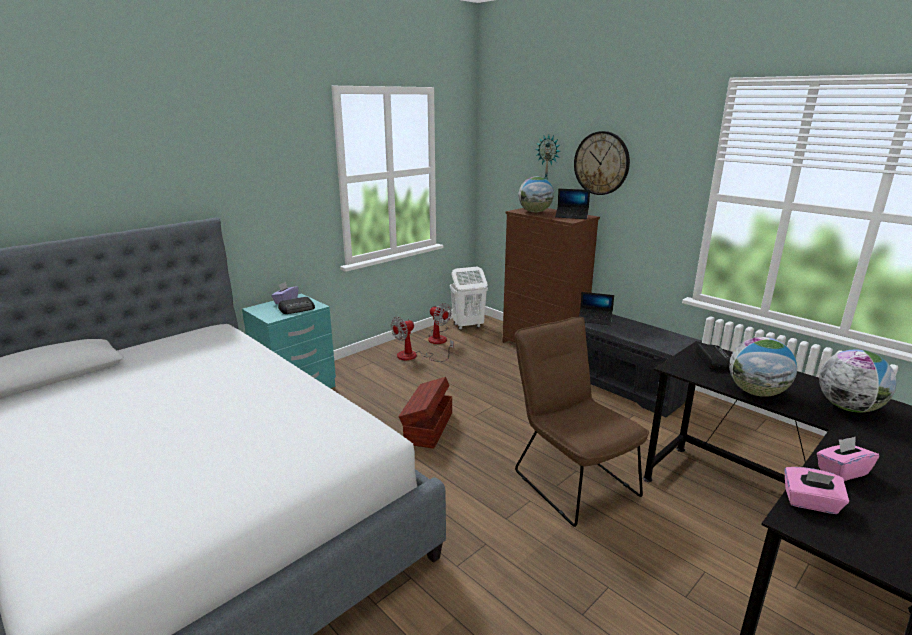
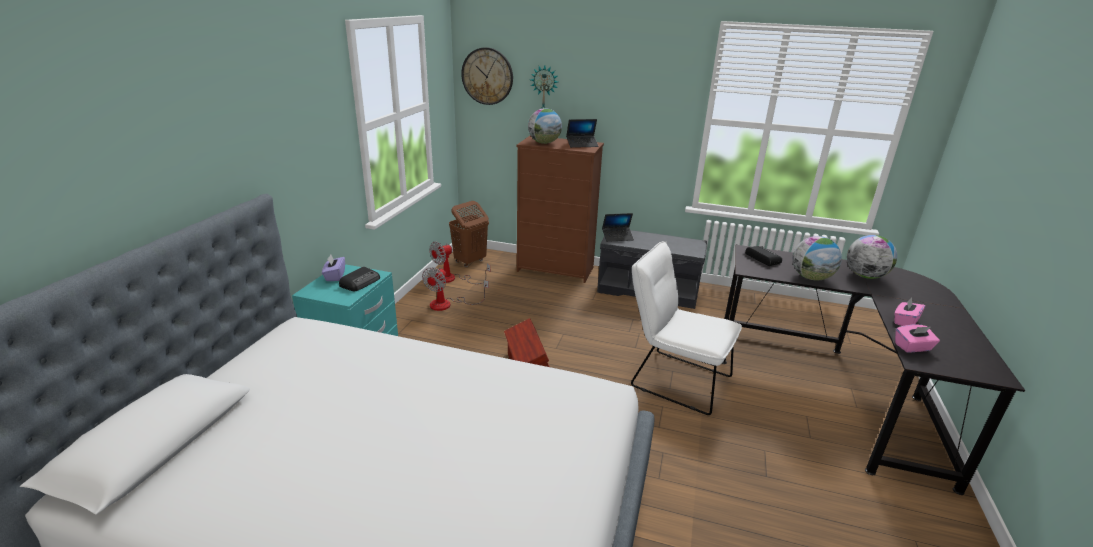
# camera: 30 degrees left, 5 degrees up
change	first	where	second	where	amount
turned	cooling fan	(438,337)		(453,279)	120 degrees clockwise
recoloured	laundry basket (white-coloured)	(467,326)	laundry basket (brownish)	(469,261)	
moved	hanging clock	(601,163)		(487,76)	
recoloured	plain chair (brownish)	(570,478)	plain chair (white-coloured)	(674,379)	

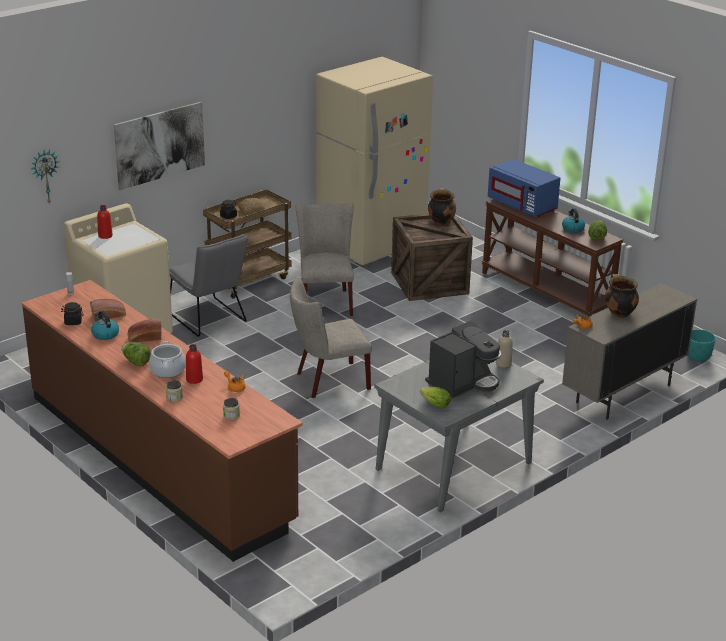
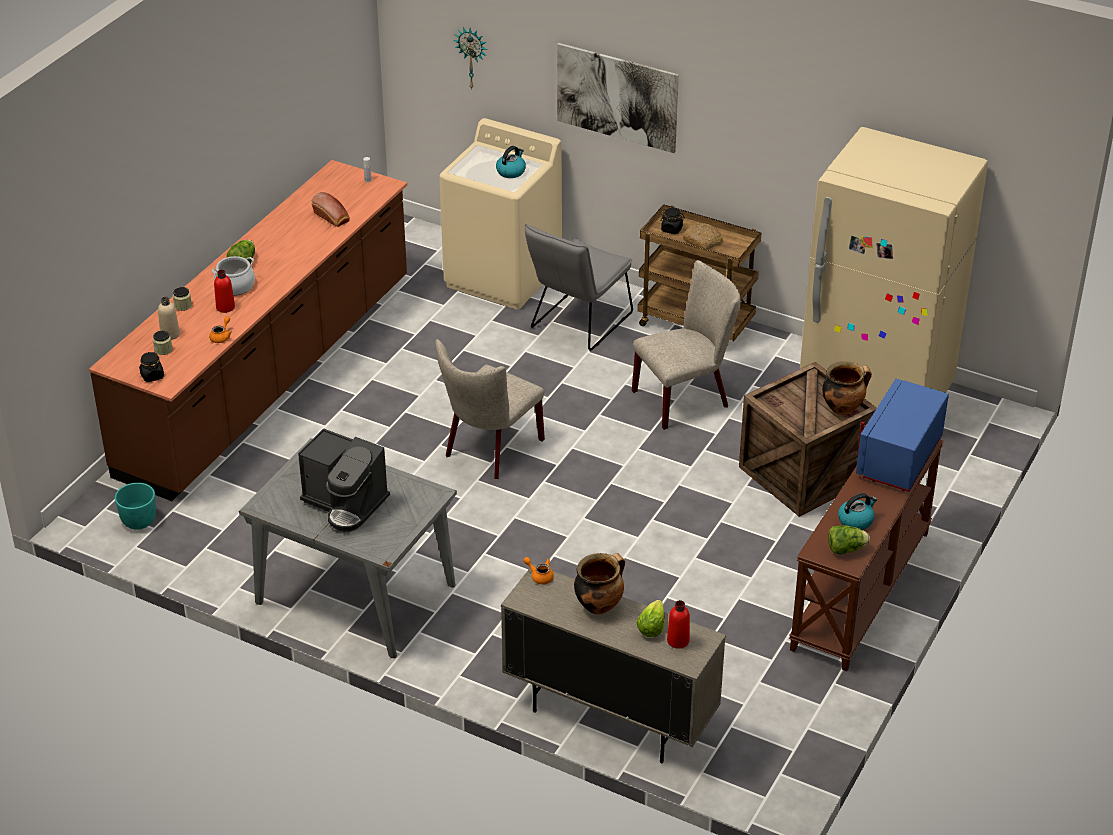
# camera: 70 degrees right, 10 degrees up
change	first	where	second	where	amount
moved	flower pot (turquoise)	(697,358)		(139,521)	
moved	storage jar (black)	(73,322)		(152,376)	
moved	bottle (beige-coloured)	(503,363)		(170,334)	
turned	plain chair (beige-coloured)	(328,381)		(489,450)	105 degrees counterclockwise
moved	tea kettle	(105,334)		(511,171)	
moved	lettuce head	(435,405)		(651,628)	
moved	bottle (red-coloured)	(105,236)		(678,641)	
removed	bread	(144,338)			

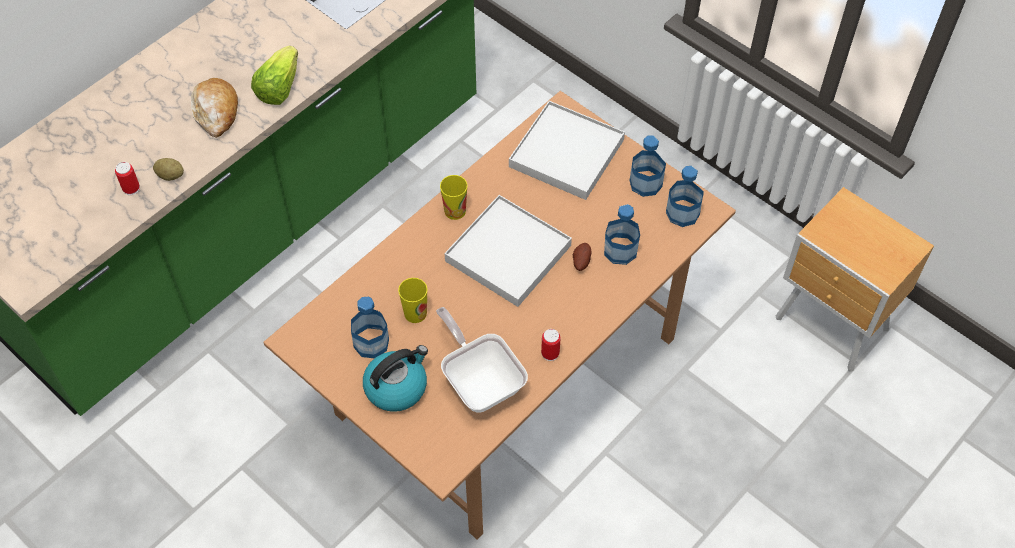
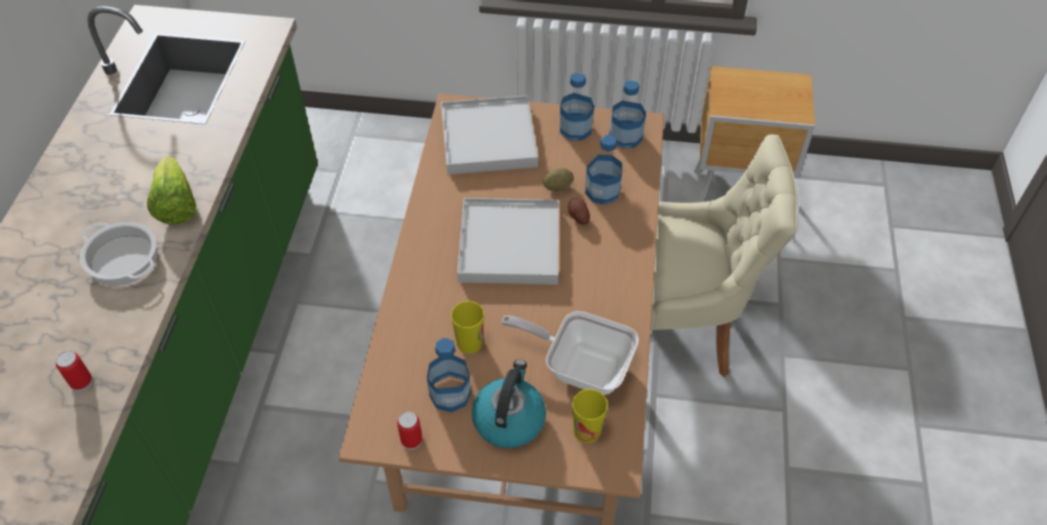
# camera: 35 degrees left, 5 degrees down
change	first	where	second	where	amount
replaced	bread	(216,112)	stockpot	(124,259)	
moved	sealed can	(550,353)		(411,440)	
moved	spud	(170,175)		(558,187)	
moved	small cup	(455,211)		(587,431)	
added			plain chair (beige-coloured)	(675,327)	

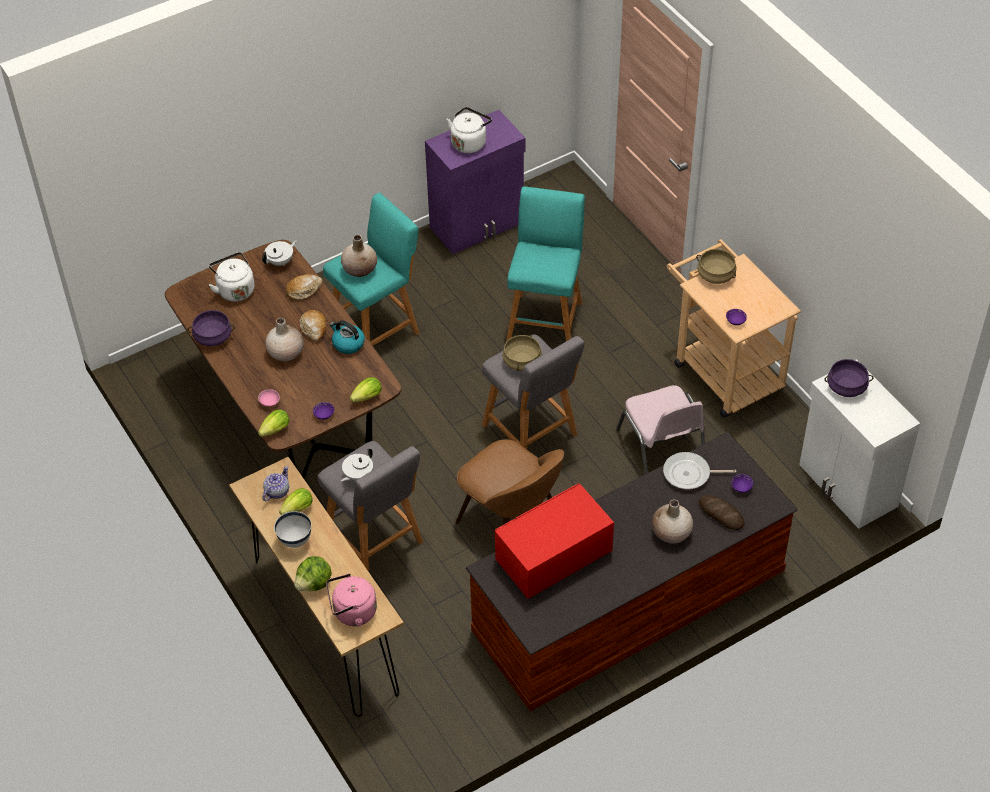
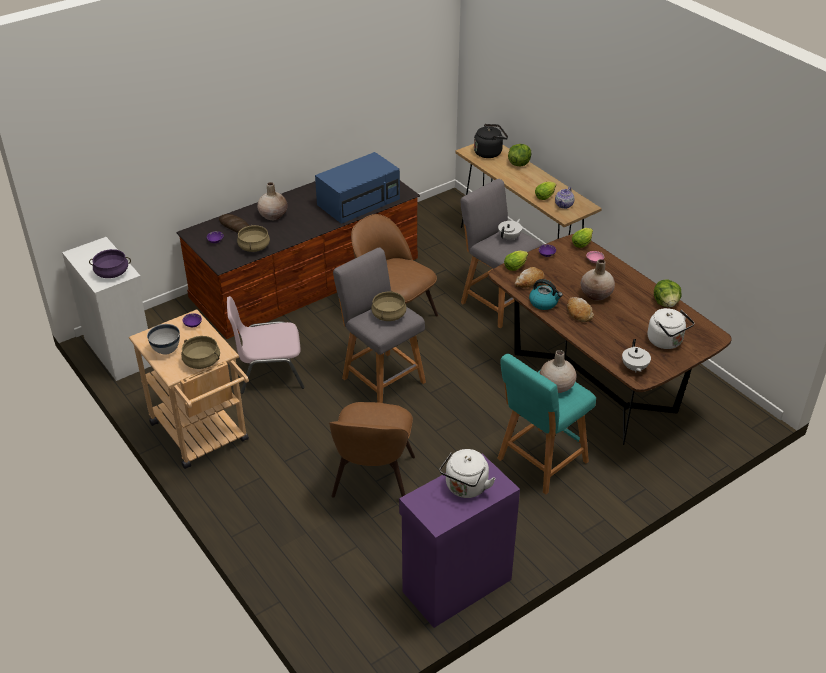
# camera: 175 degrees right, 10 degrees down
change	first	where	second	where	amount
moved	deep dish (white-coloured)	(295,541)		(166,350)	
turned	plain chair (pink)	(662,447)		(269,372)	75 degrees counterclockwise
replaced	skillet	(689,474)	stockpot (beige-coloured)	(254,247)	
recoloured	kitchen microwave (red-coloured)	(552,555)	kitchen microwave (blue-coloured)	(359,201)	
replaced	stool seat (turquoise)	(545,317)	plain chair (brownish)	(373,479)	
recoloured	tea kettle (pink)	(352,612)	tea kettle (black)	(489,152)	
moved	bread	(304,290)		(529,282)	
turned	tea pot (white-coloured)	(280,261)		(634,368)	45 degrees counterclockwise
replaced	stockpot (purplish)	(213,337)	lettuce head	(666,303)	

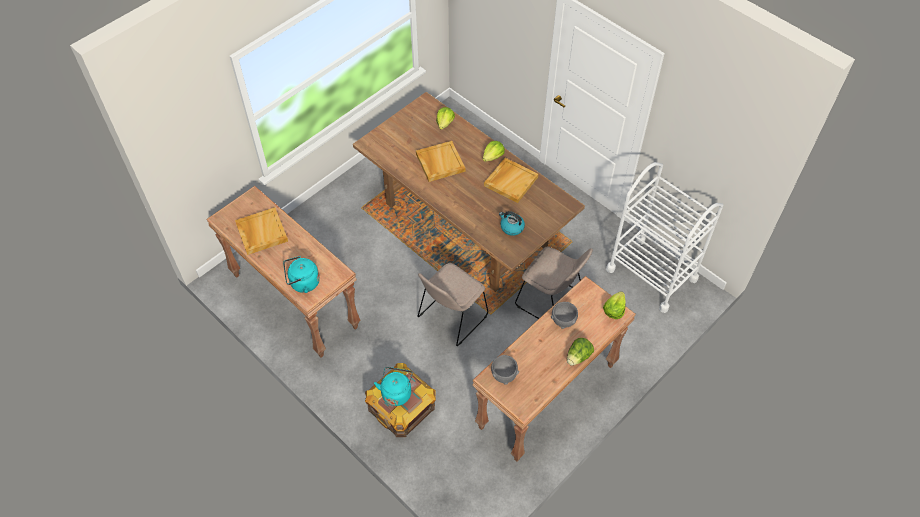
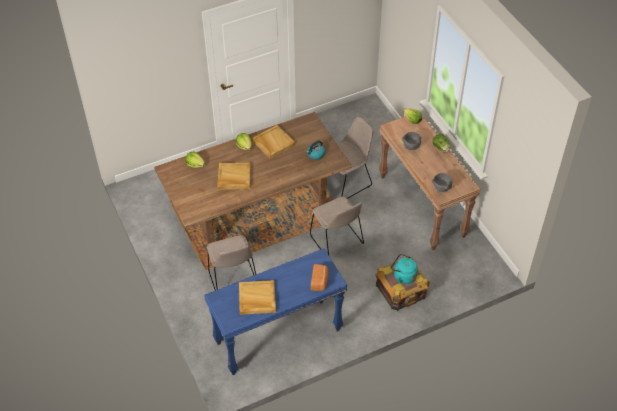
# camera: 70 degrees left, 5 degrees down
change	first	where	second	where	amount
recoloured	console table (brownish)	(293,301)	console table (blue-coloured)	(278,337)	
added			plain chair (beige-coloured)	(233,279)	
replaced	tea kettle (turquoise)	(303,283)	bread	(319,281)	
removed	wheeled cart (white-coloured)	(651,274)			

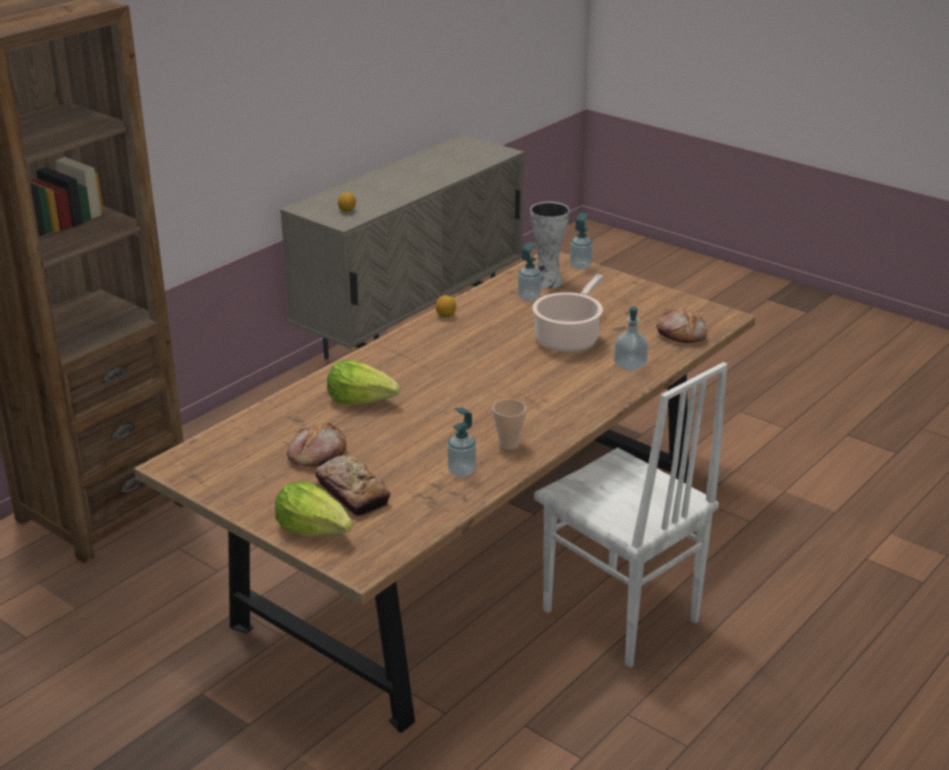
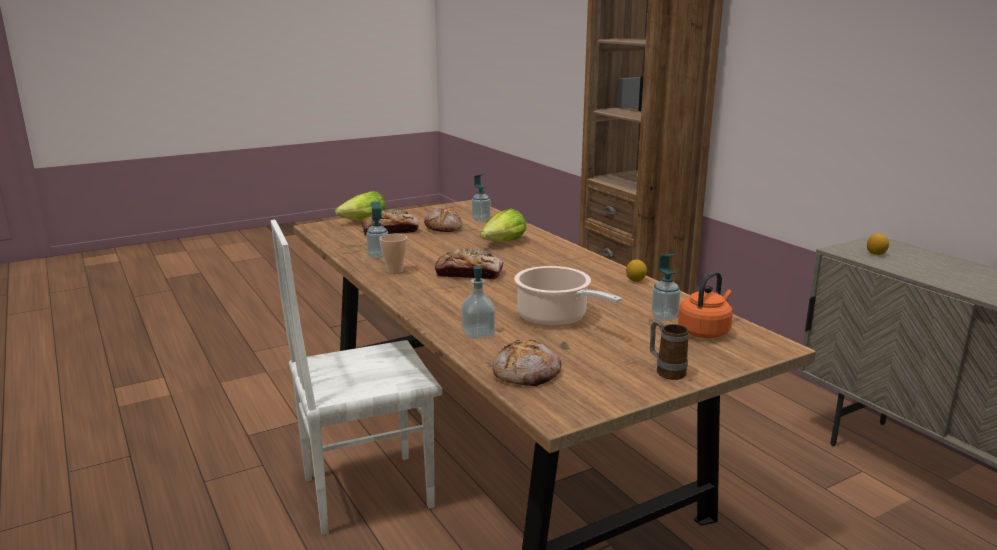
# camera: 110 degrees right, 10 degrees down
change	first	where	second	where	amount
added			bread	(469,273)	
moved	soap dispenser	(580,266)		(481,219)	
added			tea mug	(666,371)	
replaced	decorative vase	(546,281)	tea kettle (orange)	(705,331)	

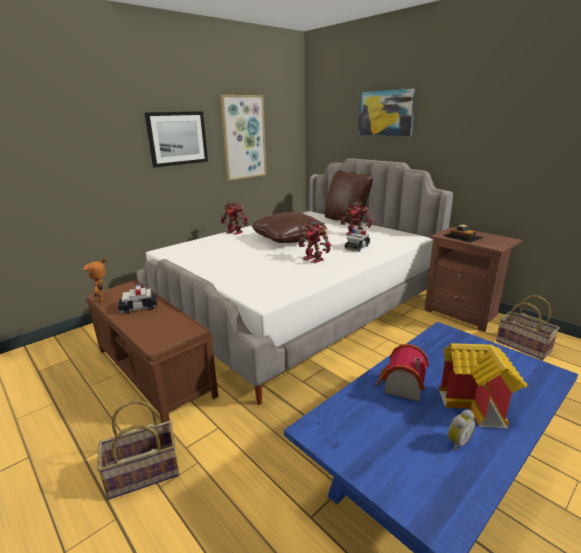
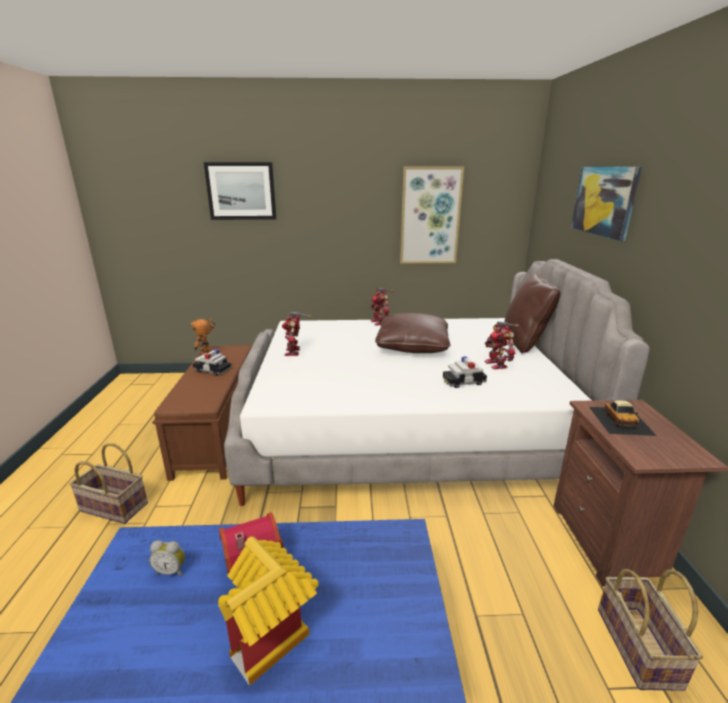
# camera: 40 degrees right, 0 degrees up
change	first	where	second	where	amount
moved	table clock	(457,442)		(171,570)	
moved	picture	(177,138)		(241,191)	
moved	toy robot	(314,259)		(294,352)	

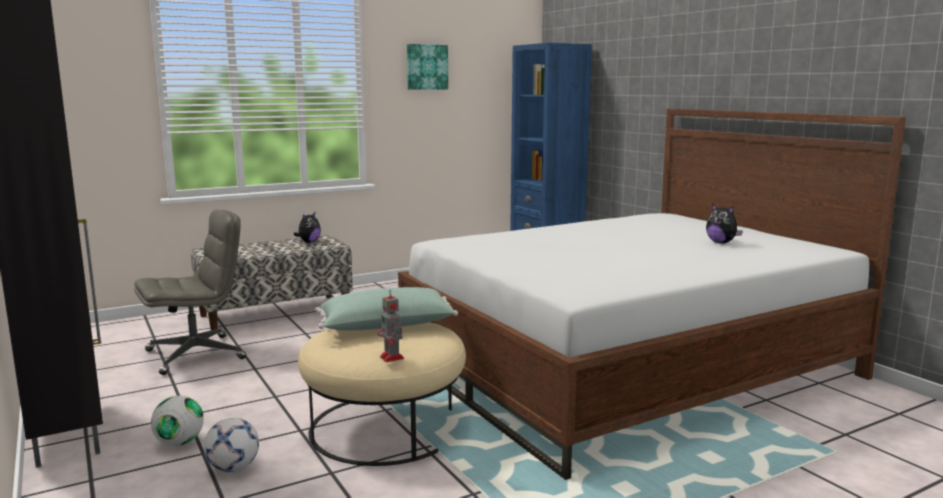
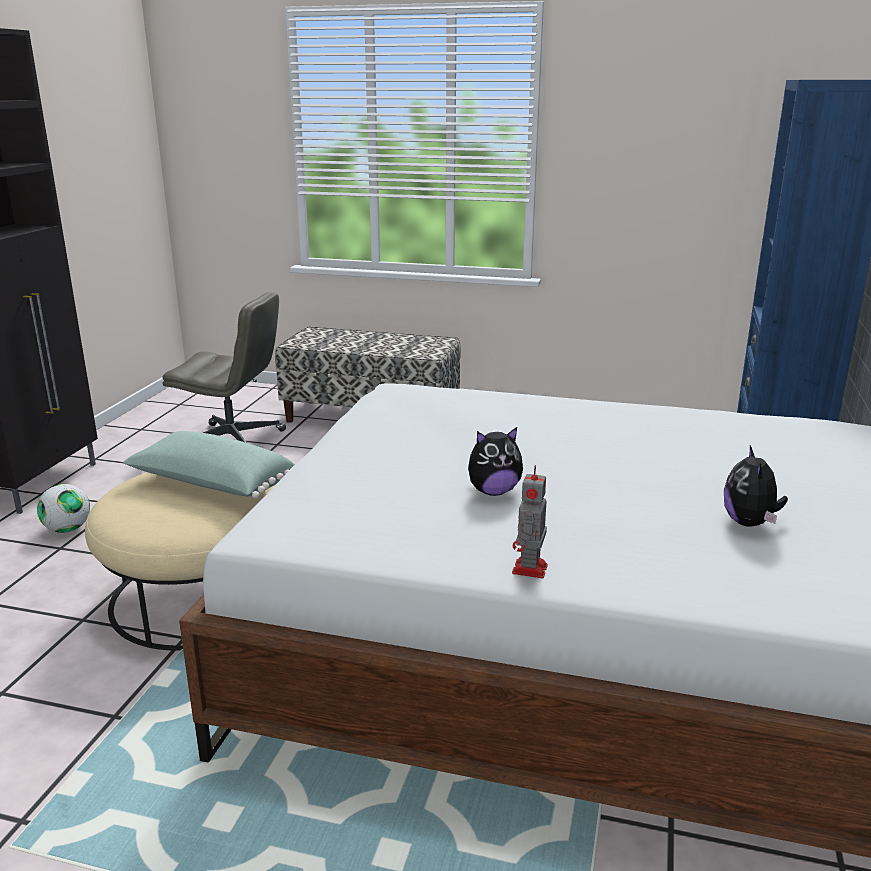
# camera: 45 degrees right, 10 degrees up
change	first	where	second	where	amount
moved	soft toy	(309,242)		(493,491)	
moved	toy robot	(392,358)		(529,570)	
removed	ball for football	(233,468)			
removed	picture	(426,67)			

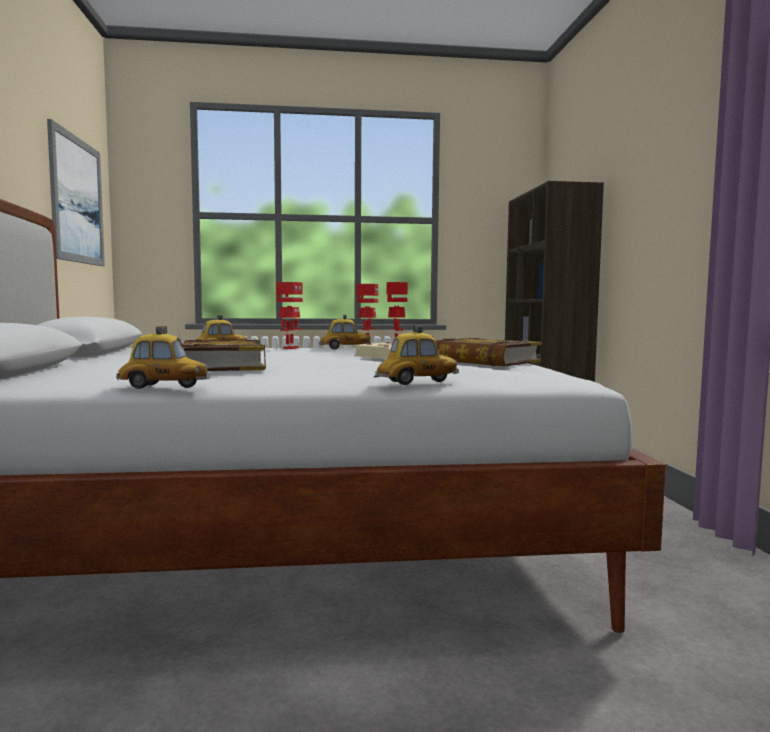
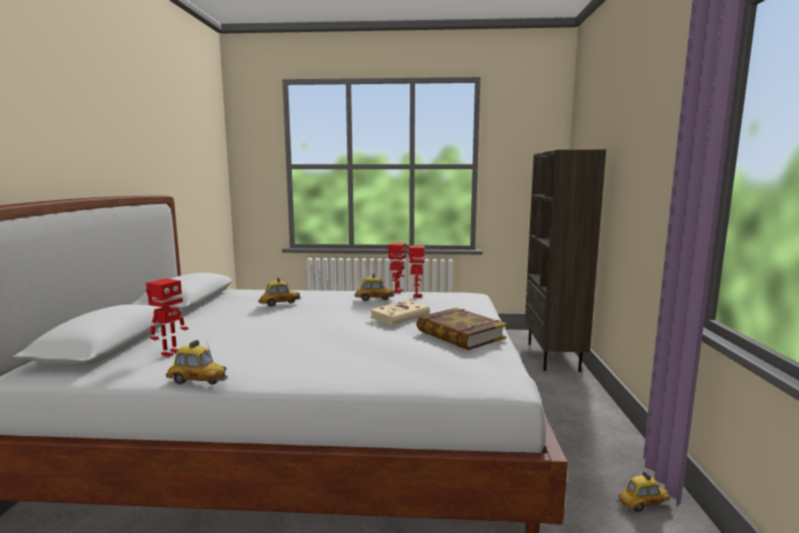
# camera: 10 degrees right, 5 degrees up
change	first	where	second	where	amount
moved	toy robot	(290,348)		(170,353)	
moved	miniature car	(417,382)		(643,505)	
removed	picture	(77,200)			
removed	bound book	(220,365)			

